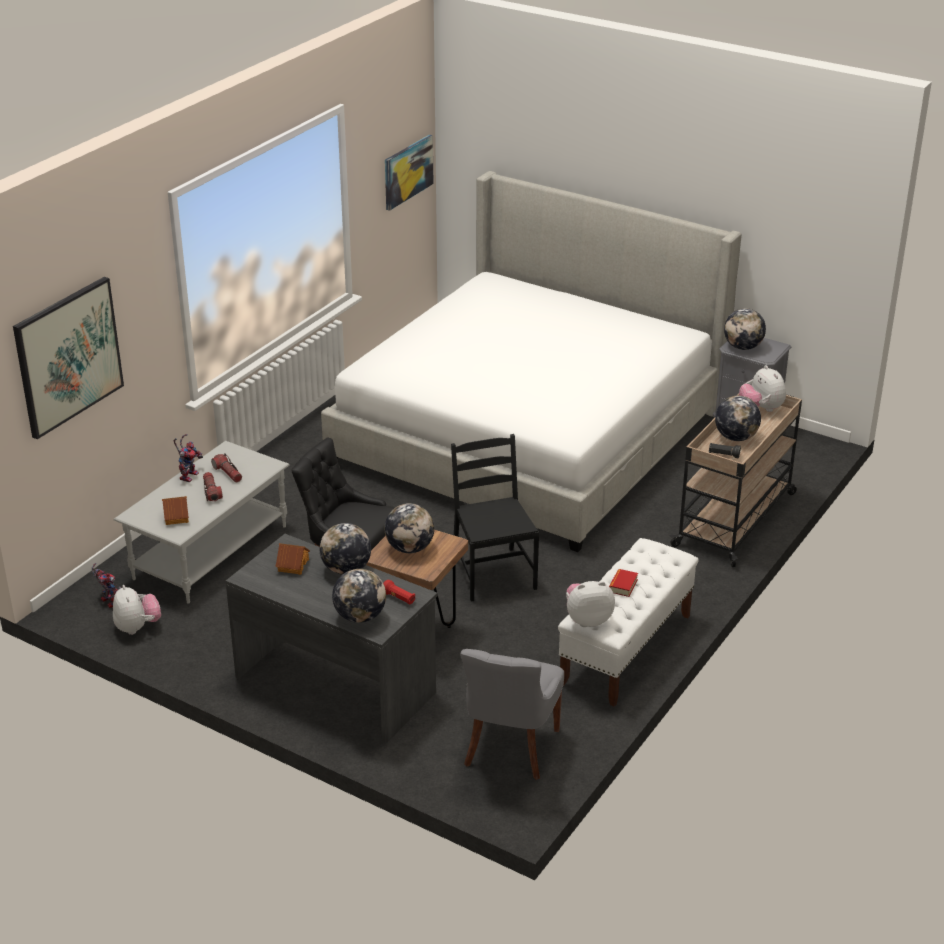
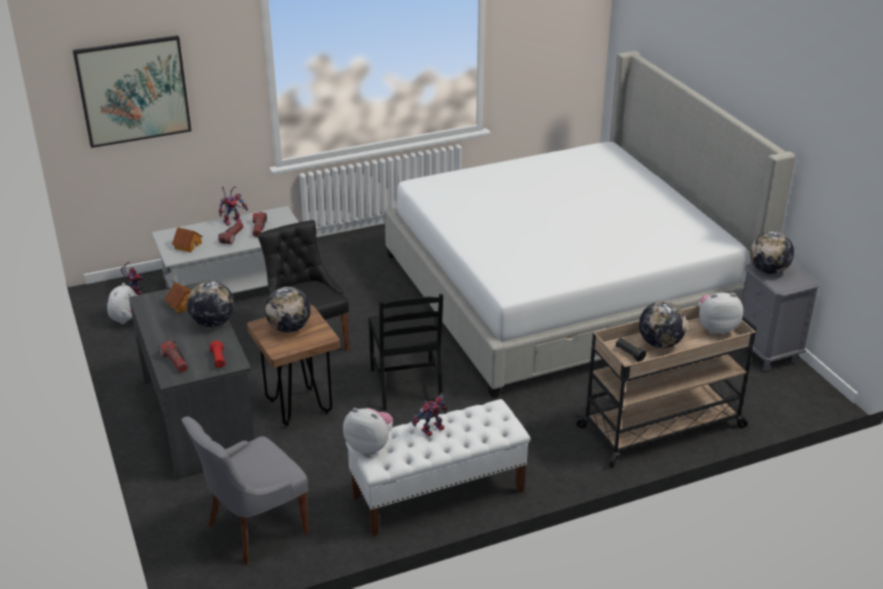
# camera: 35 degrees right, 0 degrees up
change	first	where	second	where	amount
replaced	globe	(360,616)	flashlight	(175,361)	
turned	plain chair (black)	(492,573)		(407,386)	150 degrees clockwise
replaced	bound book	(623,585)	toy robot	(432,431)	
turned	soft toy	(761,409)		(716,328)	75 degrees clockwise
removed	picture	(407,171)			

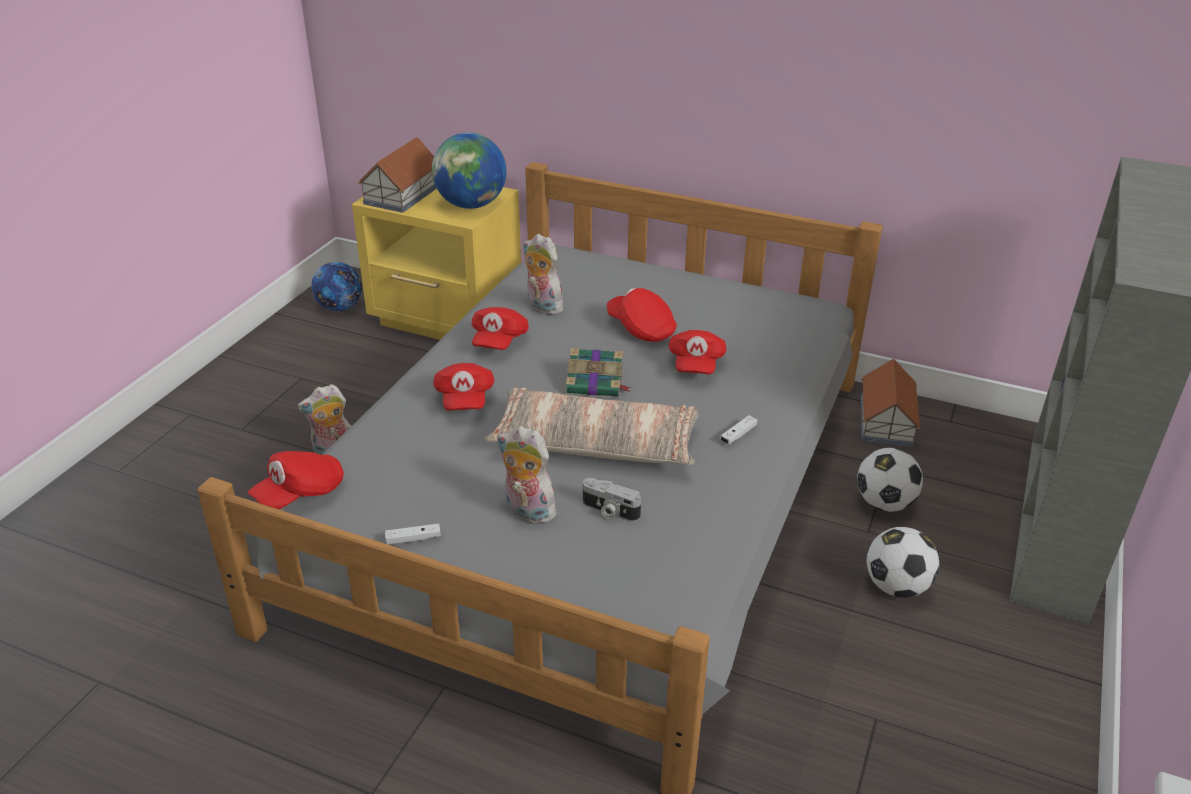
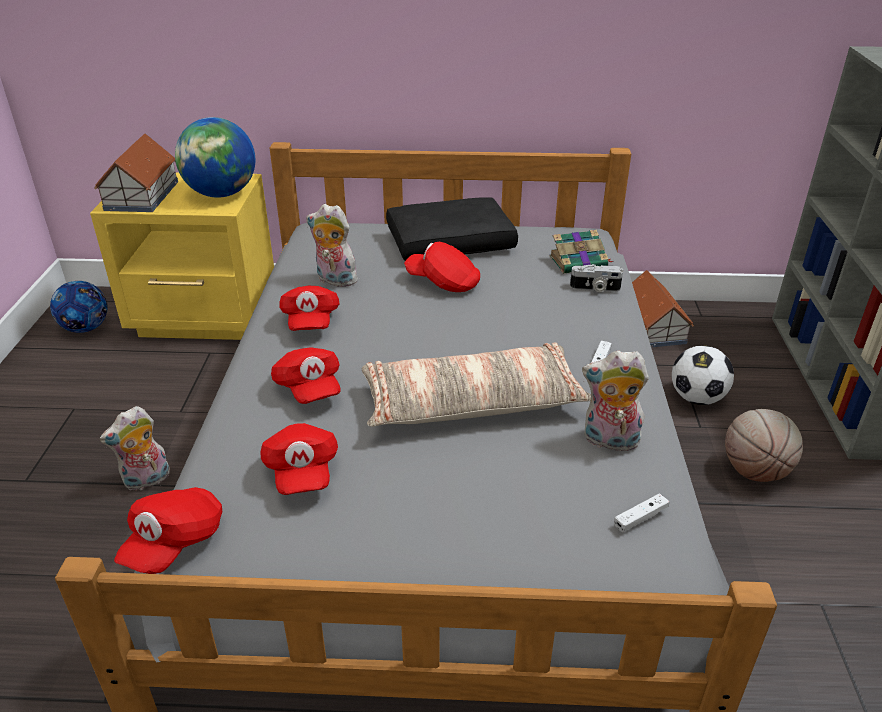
# camera: 20 degrees left, 0 degrees up
change	first	where	second	where	amount
moved	cap (red-coloured)	(695,365)		(302,472)	
added			throw pillow (black)	(450,241)	
moved	bound book	(596,384)		(579,262)	
moved	photo camera	(609,511)		(595,289)	
moved	soft toy	(527,512)		(609,441)	
moved	game controller (white-coloured)	(413,539)		(640,518)	
replaced	ball for football	(896,587)	ball for basketball	(755,471)	

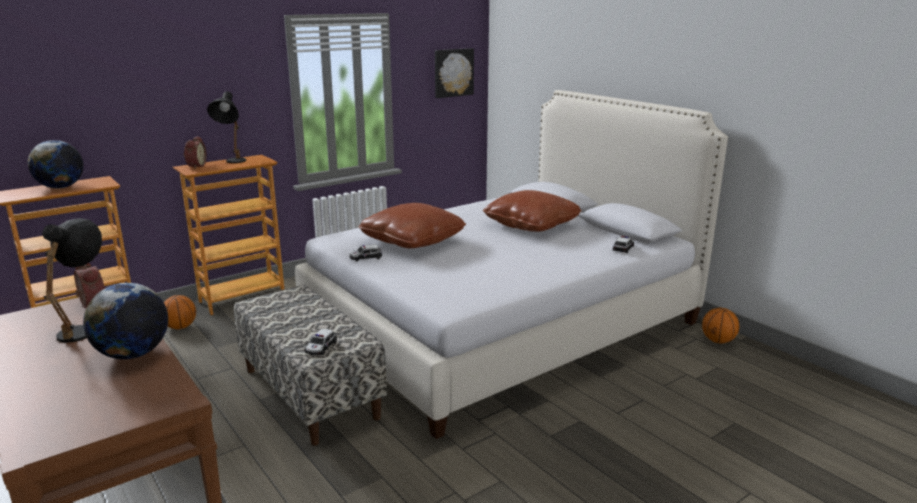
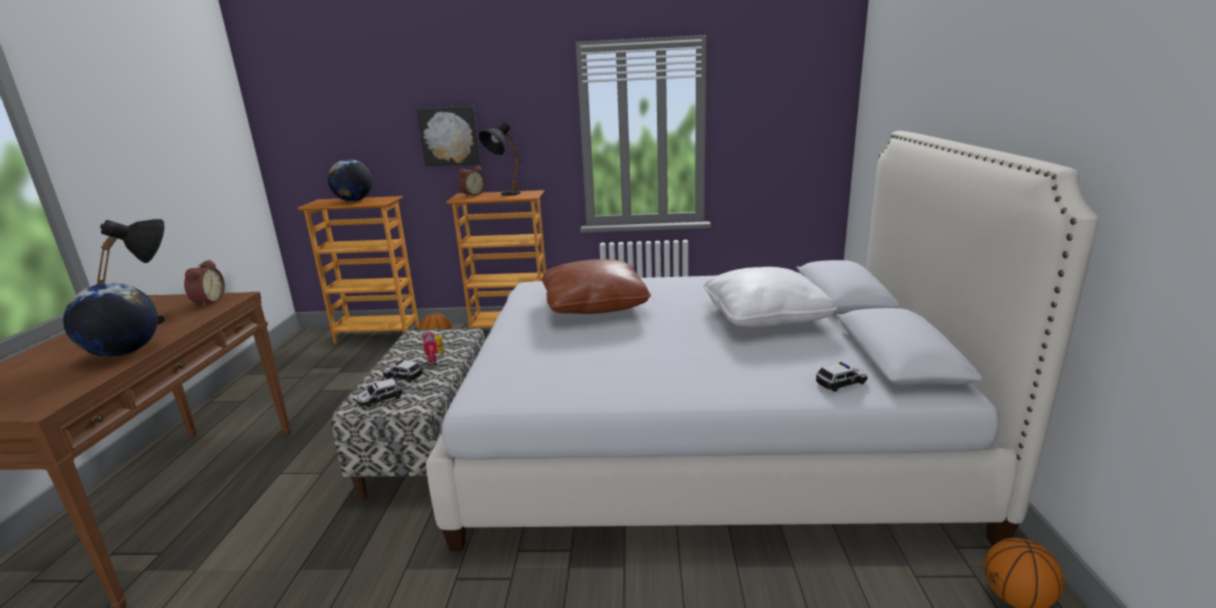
# camera: 40 degrees right, 0 degrees up
change	first	where	second	where	amount
moved	miniature car	(365,257)		(403,375)	
moved	picture	(453,72)		(450,136)	
added			toy robot	(435,358)	
recoloured	throw pillow (brownish)	(531,225)	throw pillow (white-coloured)	(764,317)	

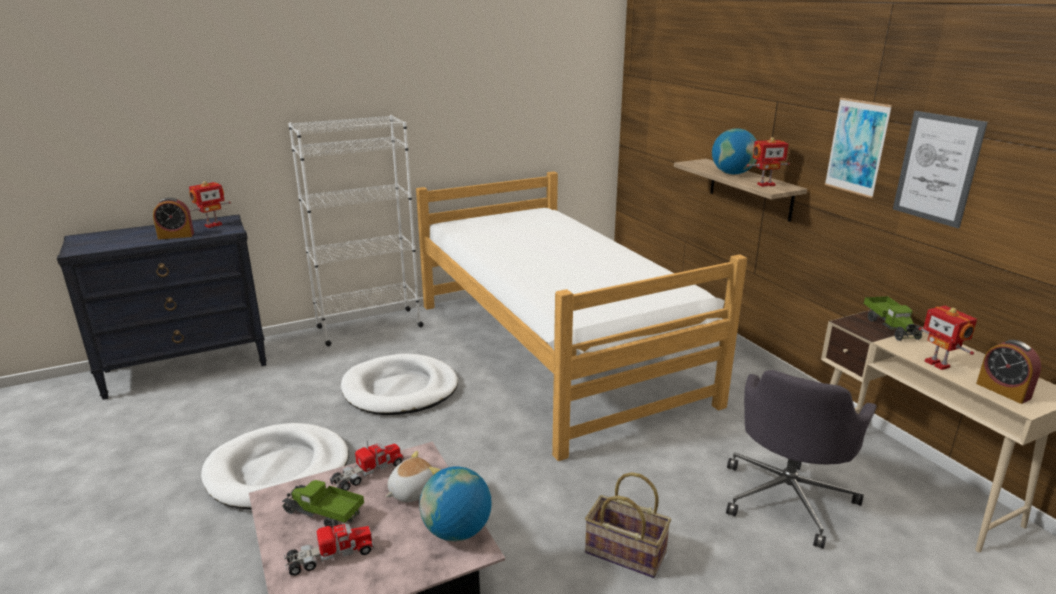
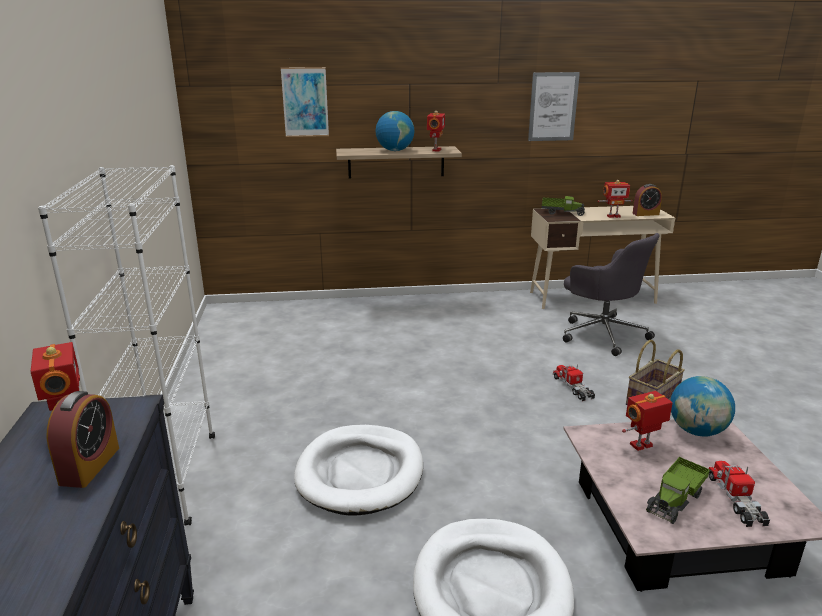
# camera: 70 degrees left, 0 degrees up
change	first	where	second	where	amount
moved	picture	(857,147)		(305,102)	
moved	toy truck	(368,473)		(573,387)	
replaced	soft toy	(412,491)	toy robot	(642,446)	
removed	bed	(555,350)			

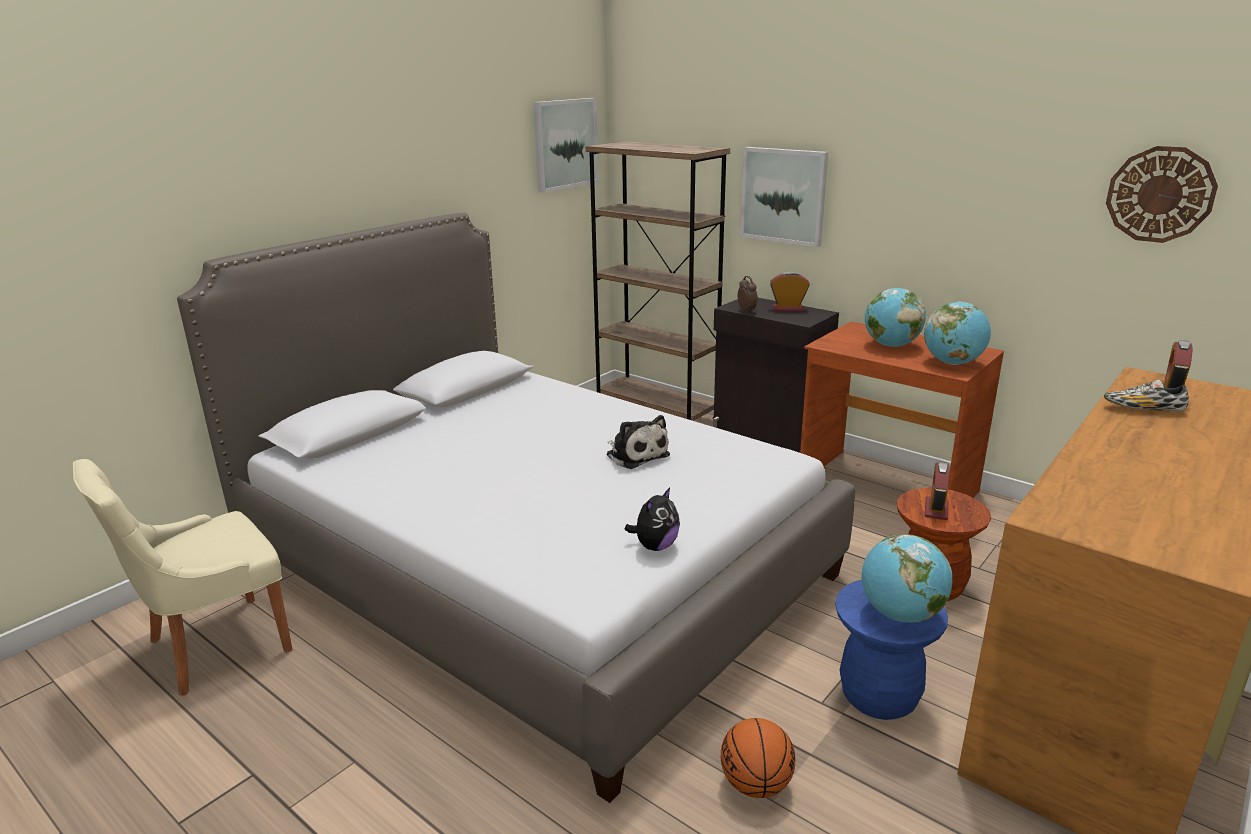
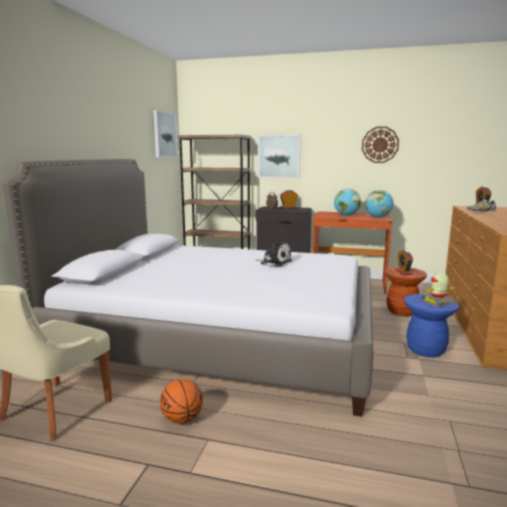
# camera: 25 degrees left, 10 degrees down
change	first	where	second	where	amount
moved	ball for basketball	(755,784)		(182,419)	
moved	hanging clock	(1160,194)		(380,145)	
replaced	globe	(900,614)	toy robot	(437,302)	
removed	soft toy	(655,546)			

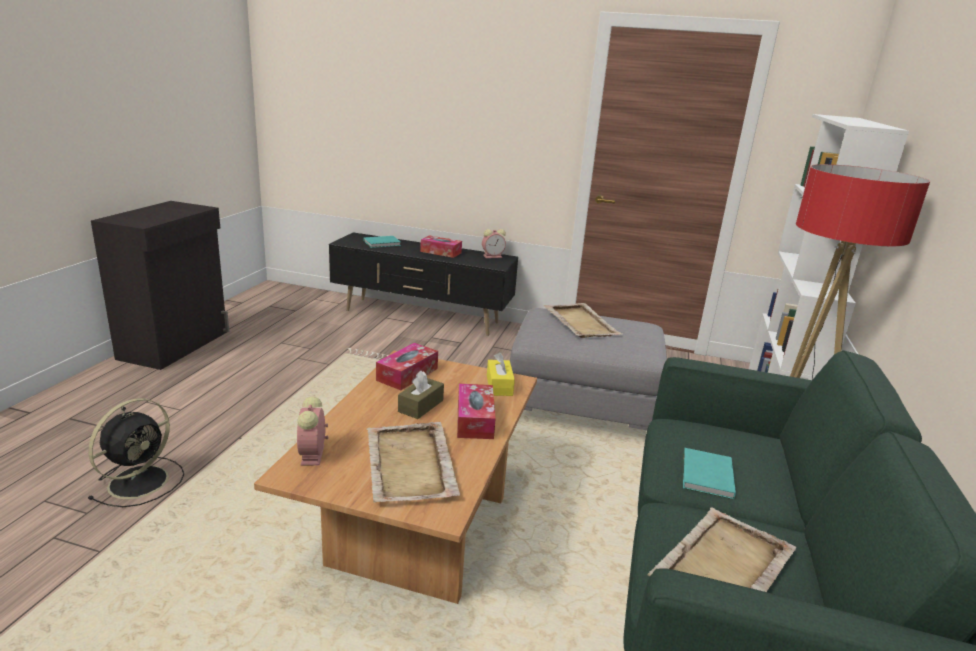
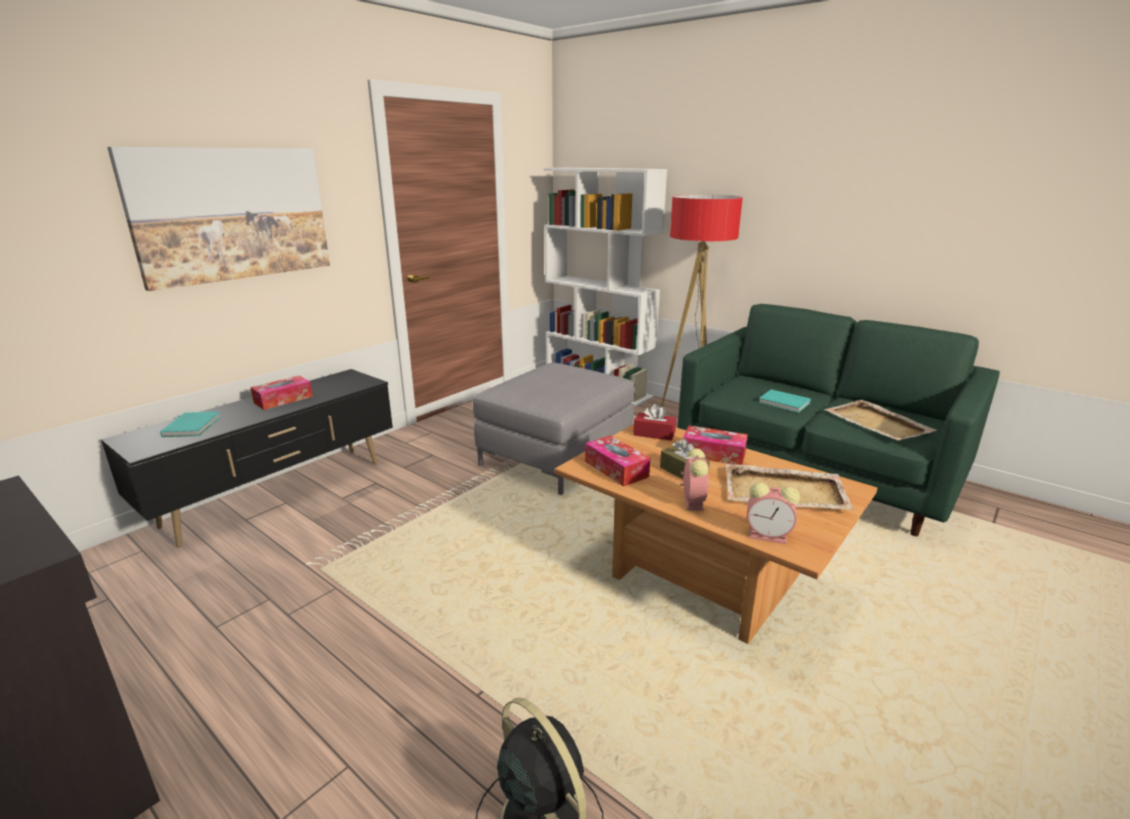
# camera: 65 degrees left, 0 degrees up
change	first	where	second	where	amount
added			picture	(232,214)	
recoloured	tissue holder (yellowish)	(499,385)	tissue holder (red-coloured)	(654,434)	
moved	table clock	(493,256)		(692,500)	
removed	tray (beige-coloured)	(580,322)			

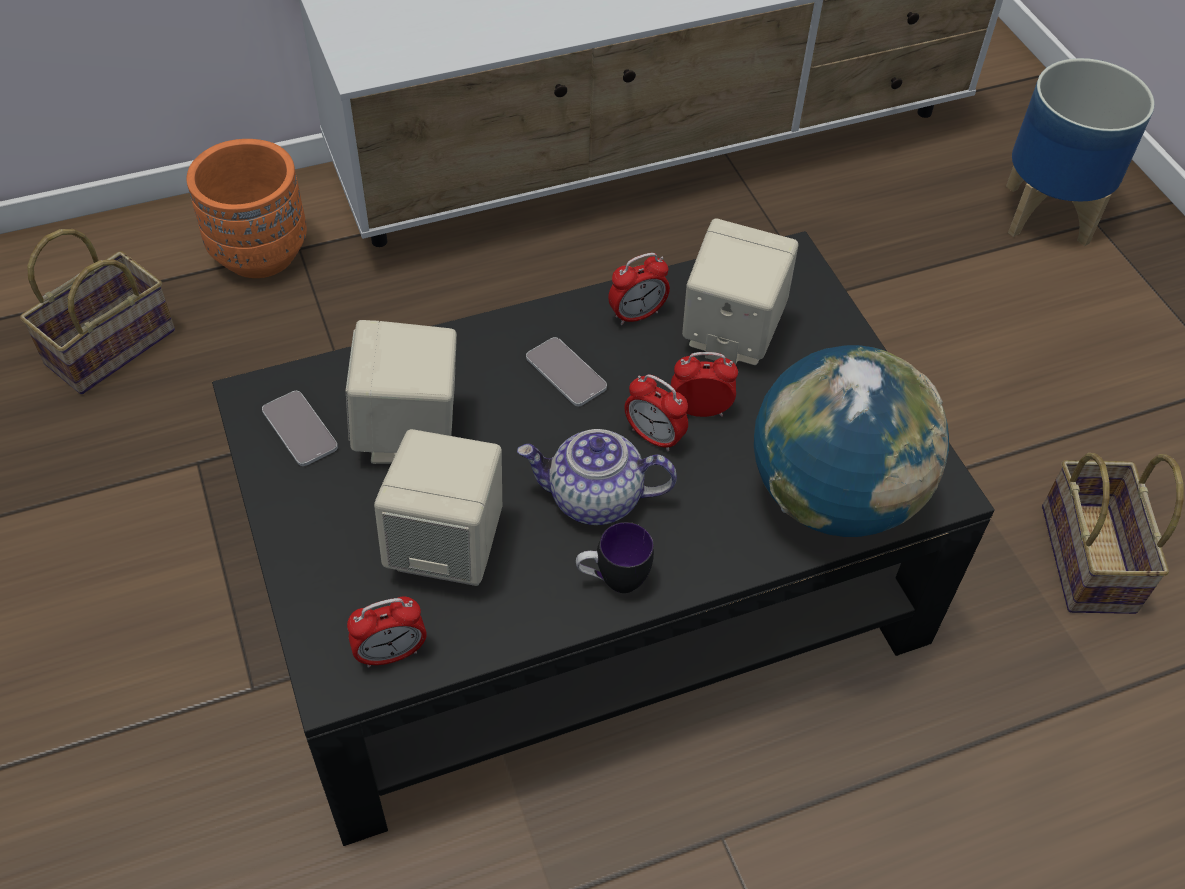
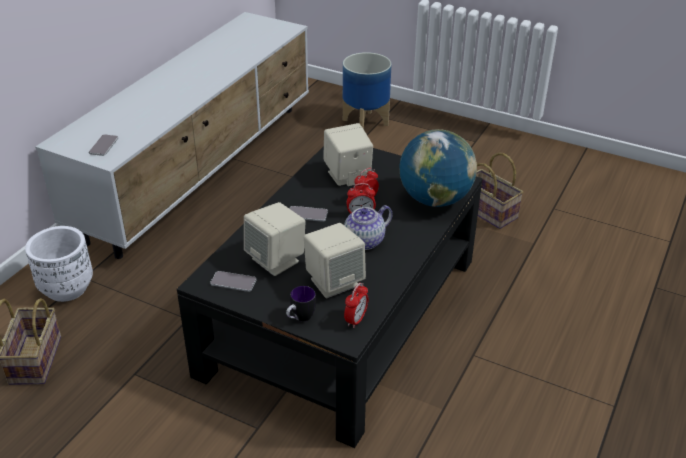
# camera: 40 degrees left, 15 degrees down
change	first	where	second	where	amount
recoloured	flower pot (orange)	(260,253)	flower pot (white-coloured)	(67,288)	
added			handset	(103,145)	
moved	tea mug	(612,580)		(300,319)	
removed	table clock	(637,315)			

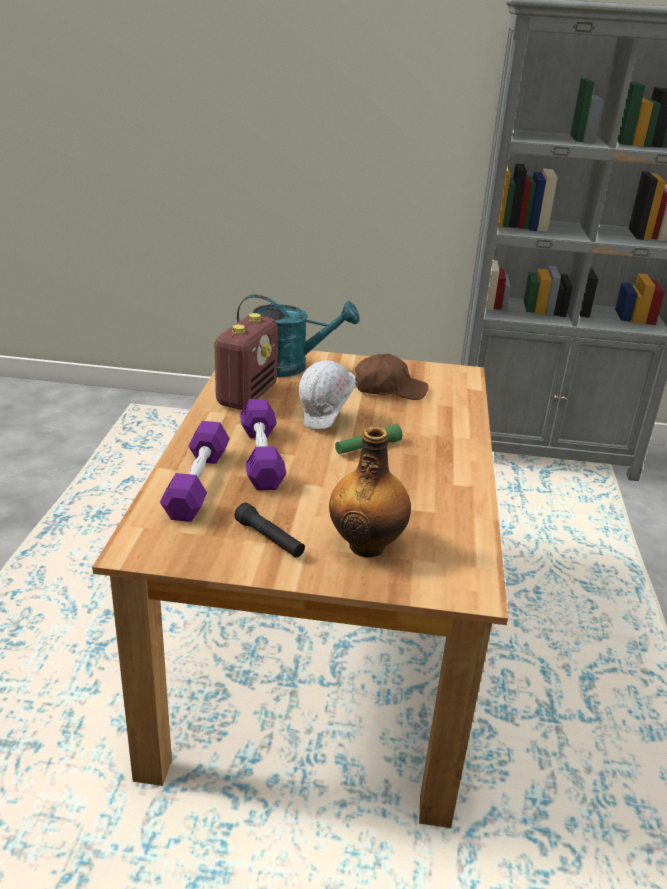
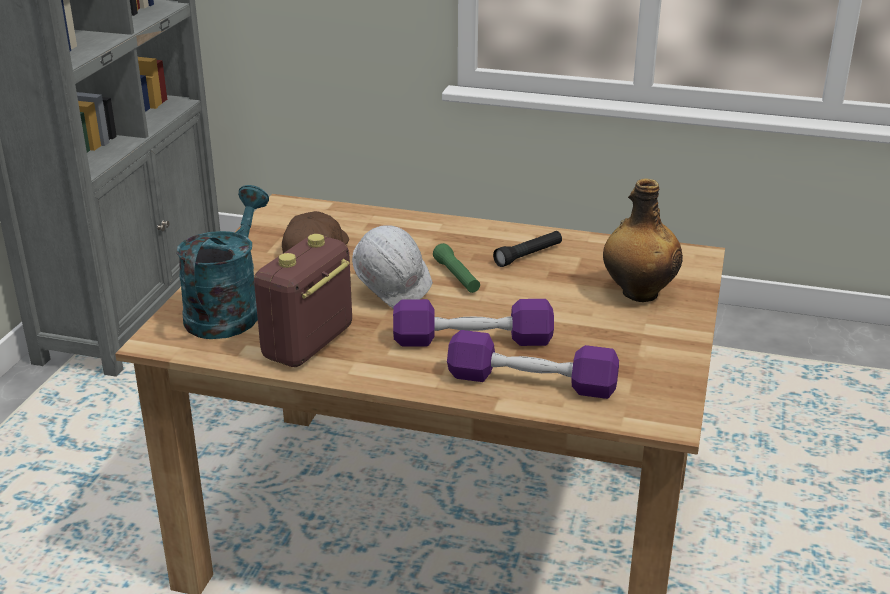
# camera: 80 degrees left, 0 degrees up
change	first	where	second	where	amount
turned	radio	(247,395)		(308,345)	90 degrees counterclockwise
moved	flashlight (black)	(269,539)		(528,255)	

